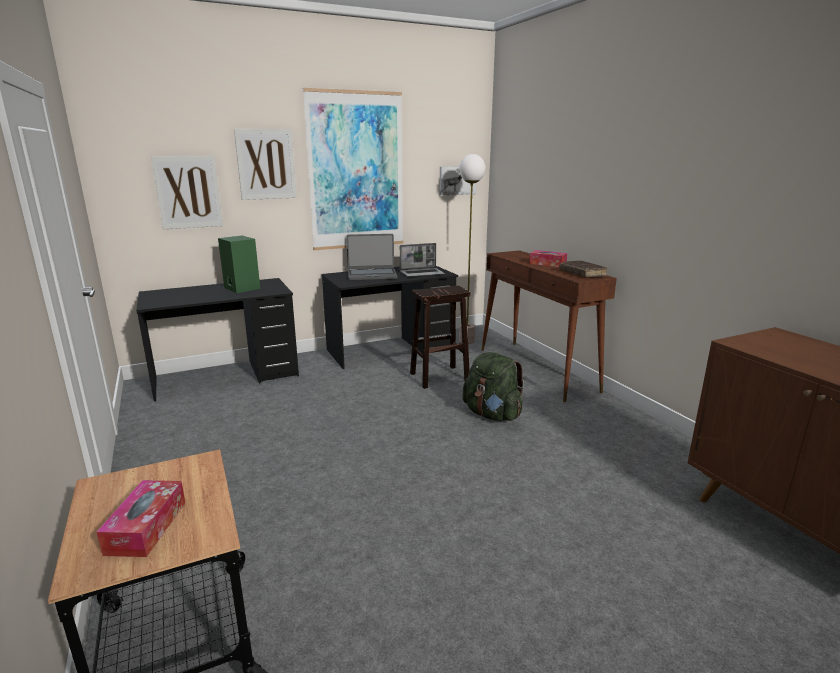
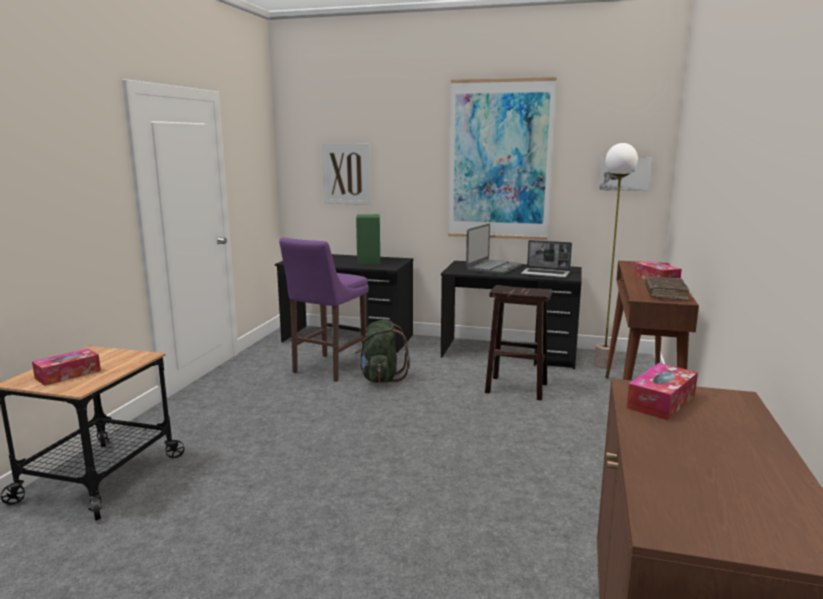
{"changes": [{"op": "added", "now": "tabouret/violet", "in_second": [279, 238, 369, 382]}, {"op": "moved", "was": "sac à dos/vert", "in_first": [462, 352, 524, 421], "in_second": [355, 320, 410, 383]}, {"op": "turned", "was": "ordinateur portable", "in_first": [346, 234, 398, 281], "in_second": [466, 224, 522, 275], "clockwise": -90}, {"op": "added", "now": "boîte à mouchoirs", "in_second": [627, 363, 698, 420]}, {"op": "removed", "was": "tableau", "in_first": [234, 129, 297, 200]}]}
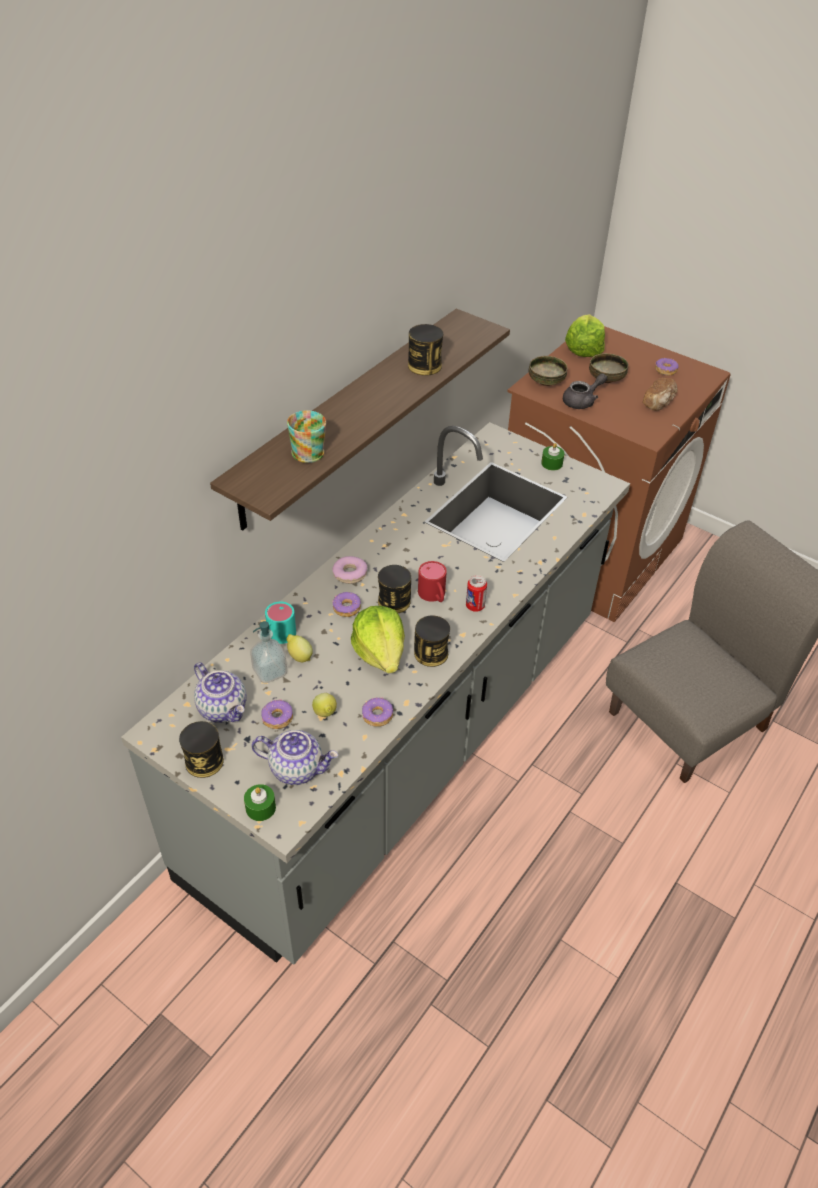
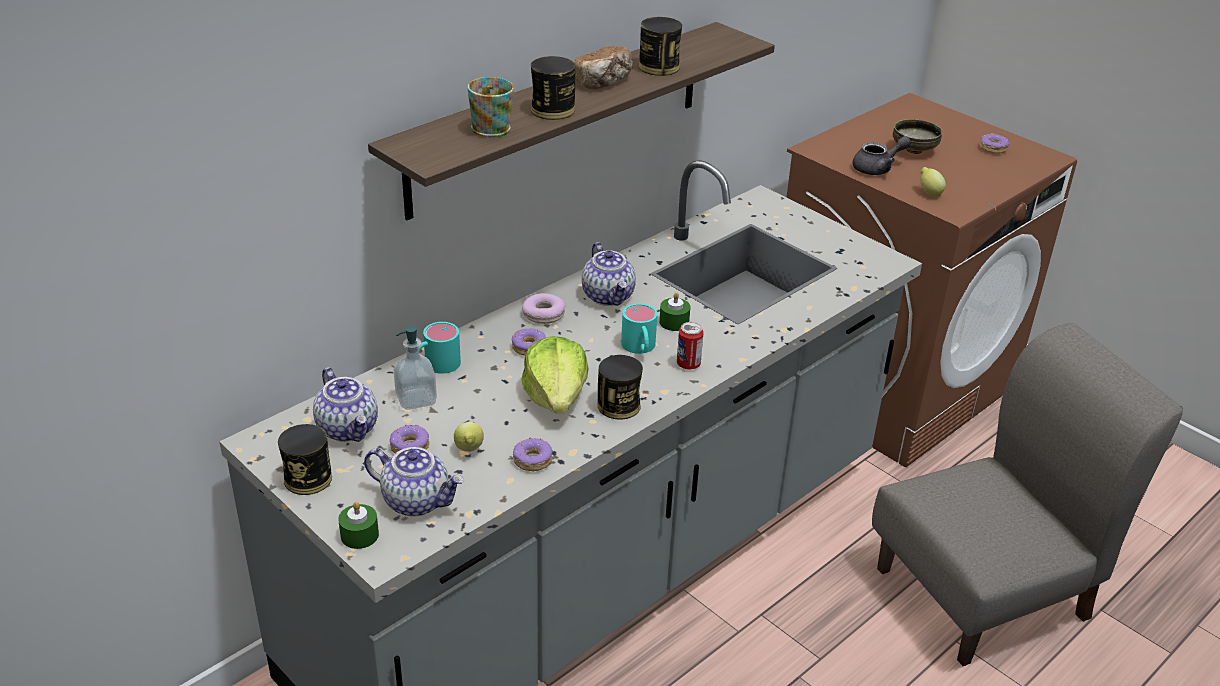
{"changes": [{"op": "moved", "was": "boîte métallique", "in_first": [378, 565, 411, 613], "in_second": [531, 56, 575, 120]}, {"op": "moved", "was": "pain", "in_first": [643, 378, 678, 411], "in_second": [574, 46, 633, 89]}, {"op": "added", "now": "théière", "in_second": [582, 242, 636, 306]}, {"op": "recoloured", "was": "mug/rouge", "now": "mug/turquoise", "in_first": [418, 561, 447, 602], "in_second": [621, 303, 657, 354]}, {"op": "moved", "was": "bougie/vert", "in_first": [541, 443, 565, 471], "in_second": [659, 292, 690, 331]}, {"op": "moved", "was": "citron", "in_first": [286, 634, 313, 662], "in_second": [920, 167, 946, 197]}, {"op": "removed", "was": "bol", "in_first": [528, 356, 568, 386]}, {"op": "removed", "was": "laitue", "in_first": [565, 314, 605, 357]}]}
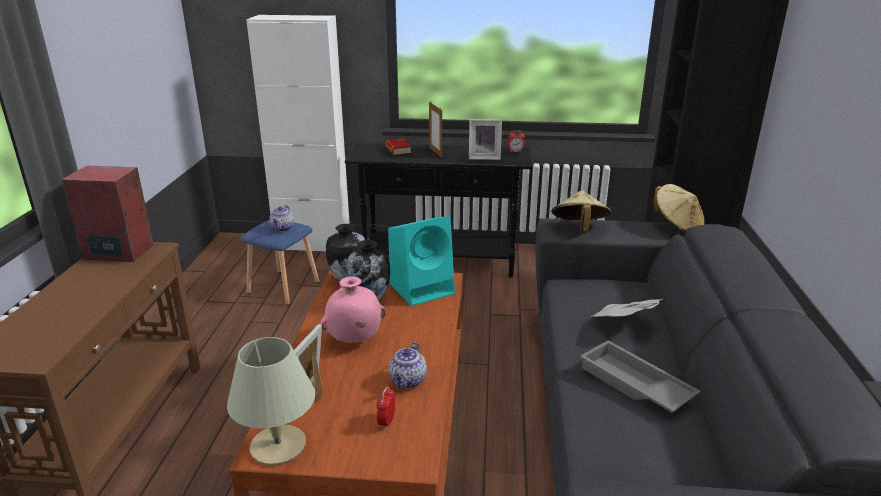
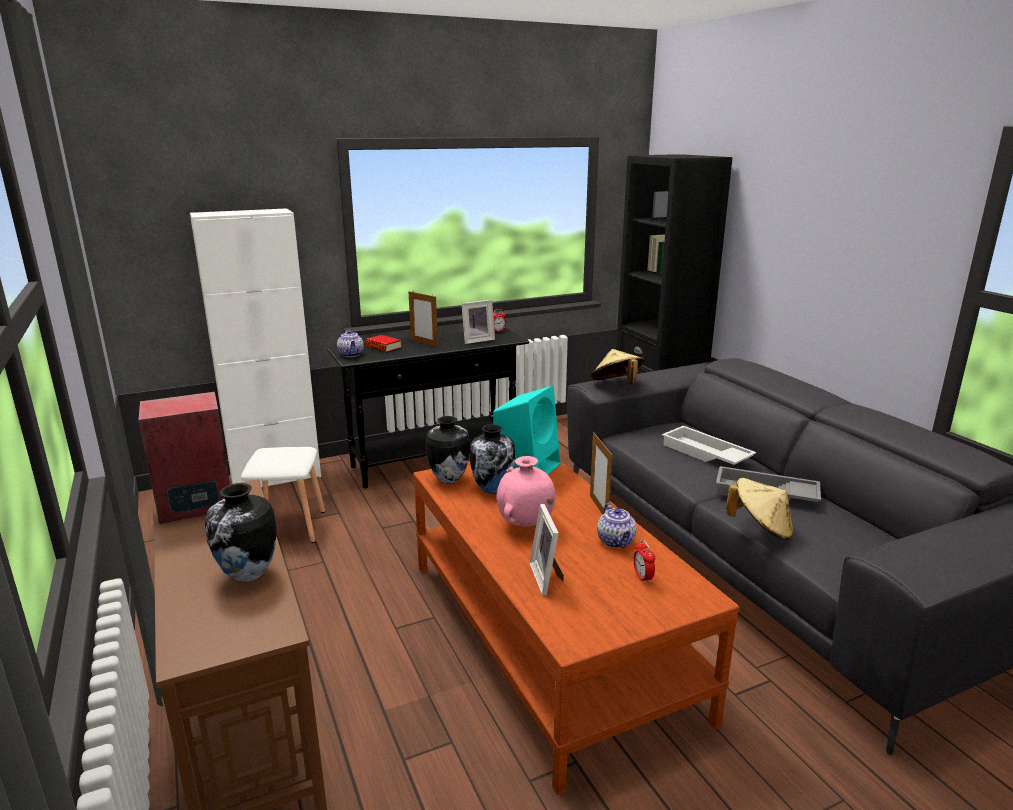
{"changes": [{"op": "added", "now": "vase", "in_second": [205, 483, 276, 582]}, {"op": "recoloured", "was": "tabouret/bleu", "now": "tabouret/blanc", "in_first": [240, 220, 319, 306], "in_second": [241, 447, 325, 543]}, {"op": "moved", "was": "théière", "in_first": [269, 205, 294, 232], "in_second": [337, 330, 364, 357]}, {"op": "added", "now": "cadre photo", "in_second": [590, 432, 612, 515]}, {"op": "replaced", "was": "journal", "now": "plateau/blanc", "in_first": [590, 299, 663, 317], "in_second": [662, 426, 756, 465]}, {"op": "moved", "was": "chapeau/beige", "in_first": [654, 184, 705, 232], "in_second": [726, 478, 793, 540]}, {"op": "removed", "was": "lampe de table/beige", "in_first": [227, 337, 315, 466]}]}
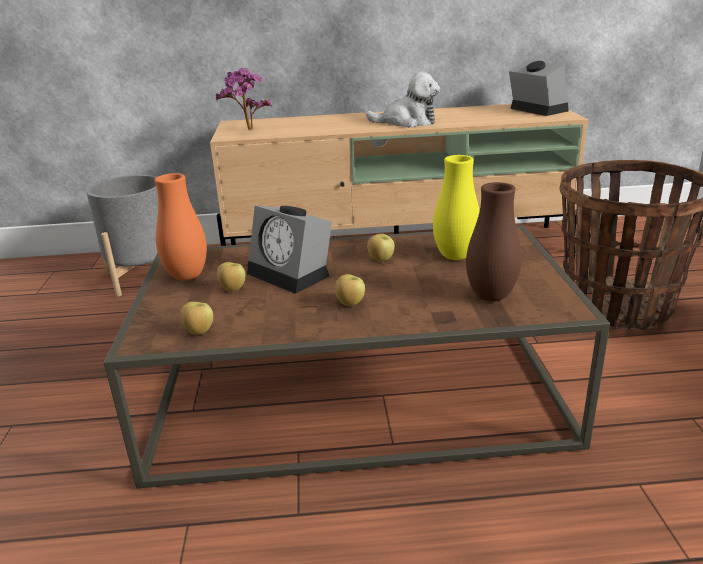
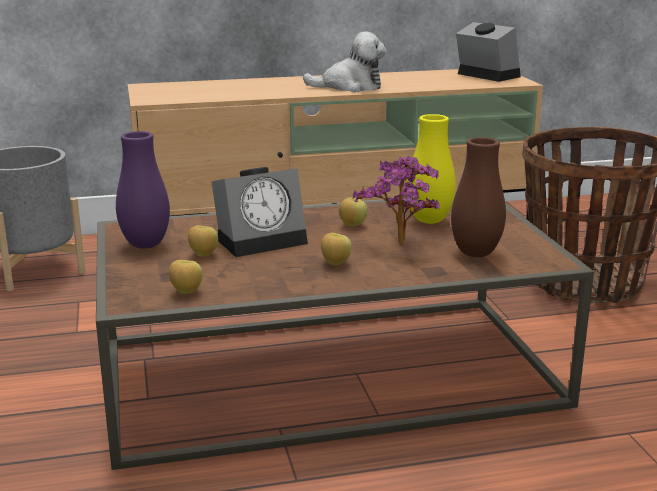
{"changes": [{"op": "recoloured", "was": "vase/orange", "now": "vase/violet", "in_first": [155, 173, 207, 281], "in_second": [116, 131, 170, 249]}, {"op": "turned", "was": "réveil", "in_first": [247, 206, 332, 294], "in_second": [211, 167, 308, 257], "clockwise": -60}, {"op": "moved", "was": "plante en pot", "in_first": [215, 68, 273, 130], "in_second": [353, 156, 440, 244]}]}
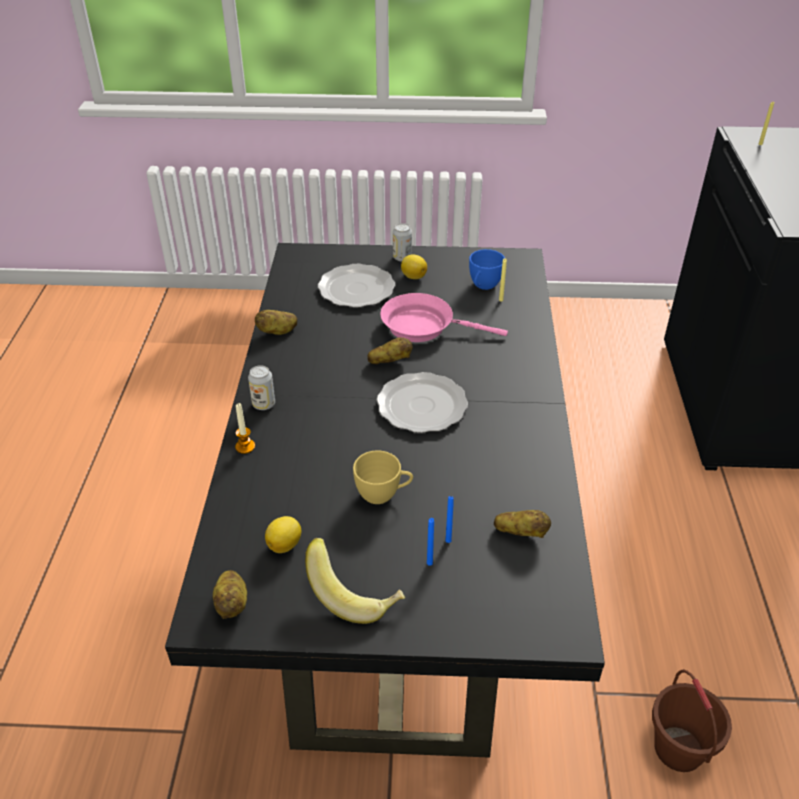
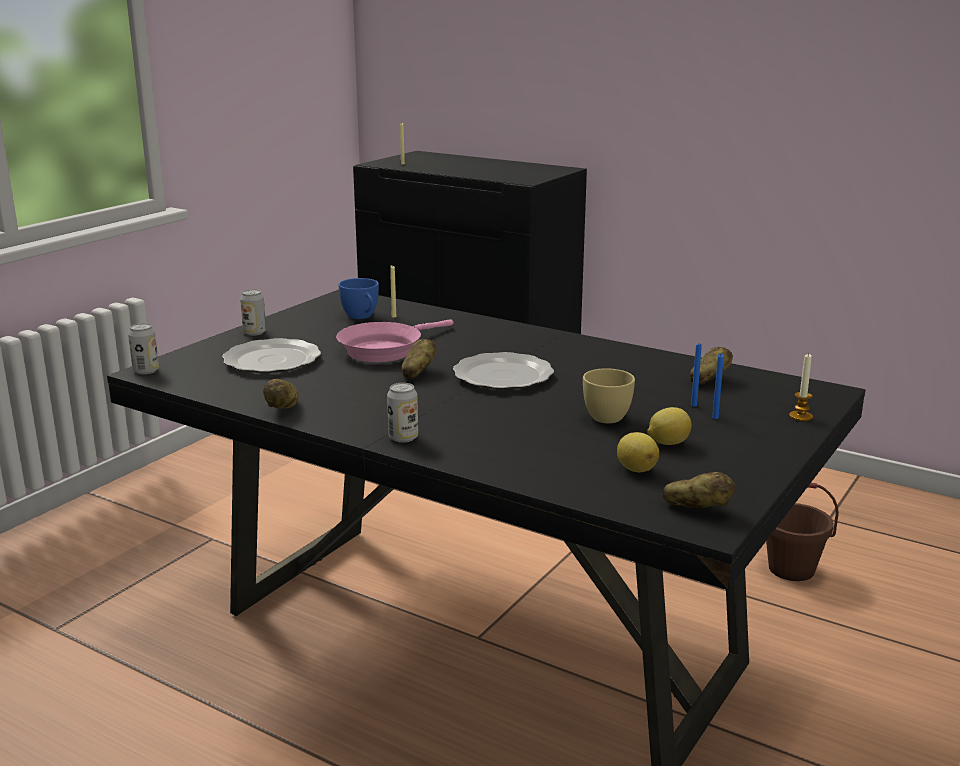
{"changes": [{"op": "added", "now": "boîte métallique", "in_second": [128, 323, 159, 375]}, {"op": "moved", "was": "citron", "in_first": [401, 254, 427, 279], "in_second": [647, 407, 692, 445]}, {"op": "moved", "was": "bougie", "in_first": [235, 403, 255, 454], "in_second": [789, 353, 813, 421]}, {"op": "removed", "was": "banane", "in_first": [305, 538, 405, 624]}]}
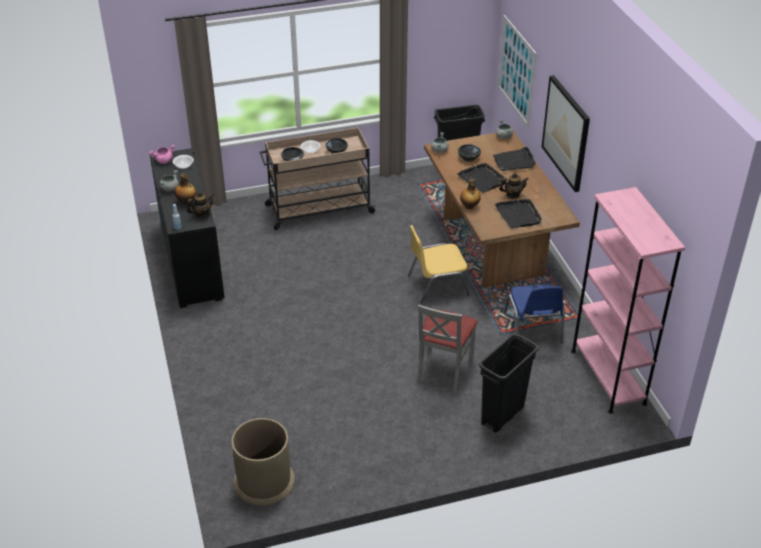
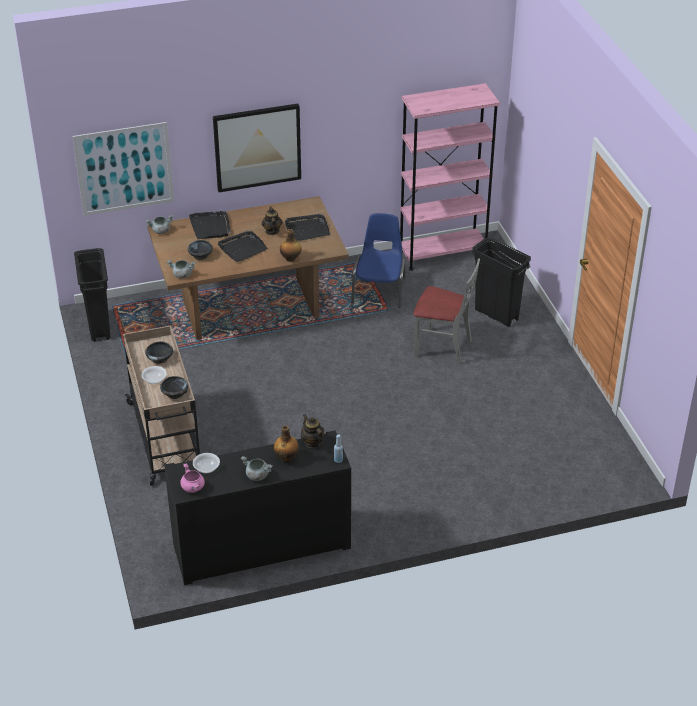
{"changes": [{"op": "turned", "was": "chaise/bleu", "in_first": [504, 284, 565, 343], "in_second": [351, 213, 405, 308], "clockwise": -75}, {"op": "removed", "was": "poubelle/marron", "in_first": [231, 418, 295, 506]}, {"op": "removed", "was": "chaise/jaune", "in_first": [408, 225, 470, 304]}]}
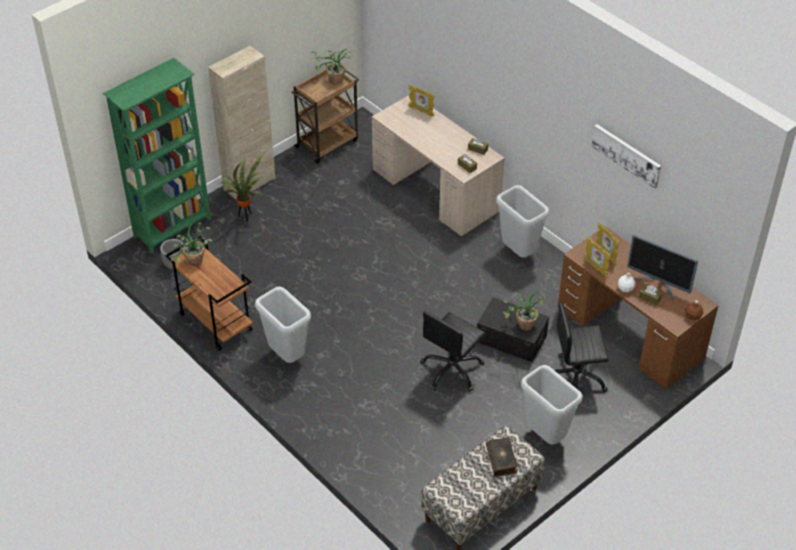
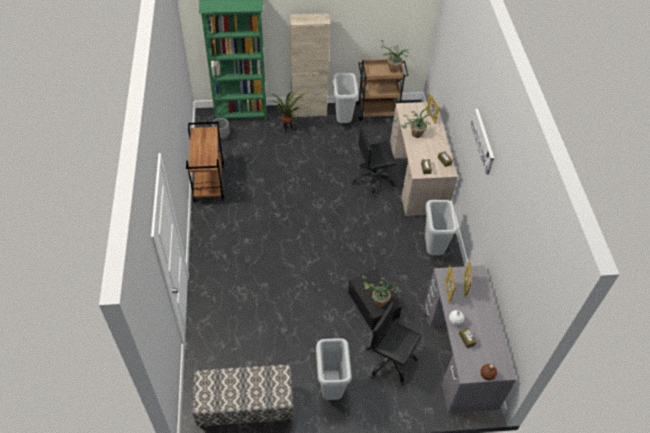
{"changes": [{"op": "moved", "was": "poubelle/gris", "in_first": [255, 287, 311, 363], "in_second": [332, 73, 359, 123]}, {"op": "moved", "was": "chaise de bureau/noir", "in_first": [420, 311, 486, 392], "in_second": [352, 127, 397, 196]}, {"op": "moved", "was": "plante en pot", "in_first": [171, 223, 213, 266], "in_second": [401, 108, 434, 138]}, {"op": "recoloured", "was": "bureau/marron", "now": "bureau/gris", "in_first": [558, 226, 719, 389], "in_second": [425, 265, 516, 413]}, {"op": "moved", "was": "tableau", "in_first": [592, 124, 661, 189], "in_second": [471, 109, 494, 175]}, {"op": "removed", "was": "livre", "in_first": [486, 437, 517, 477]}, {"op": "removed", "was": "écran d'ordinateur", "in_first": [627, 234, 698, 300]}]}
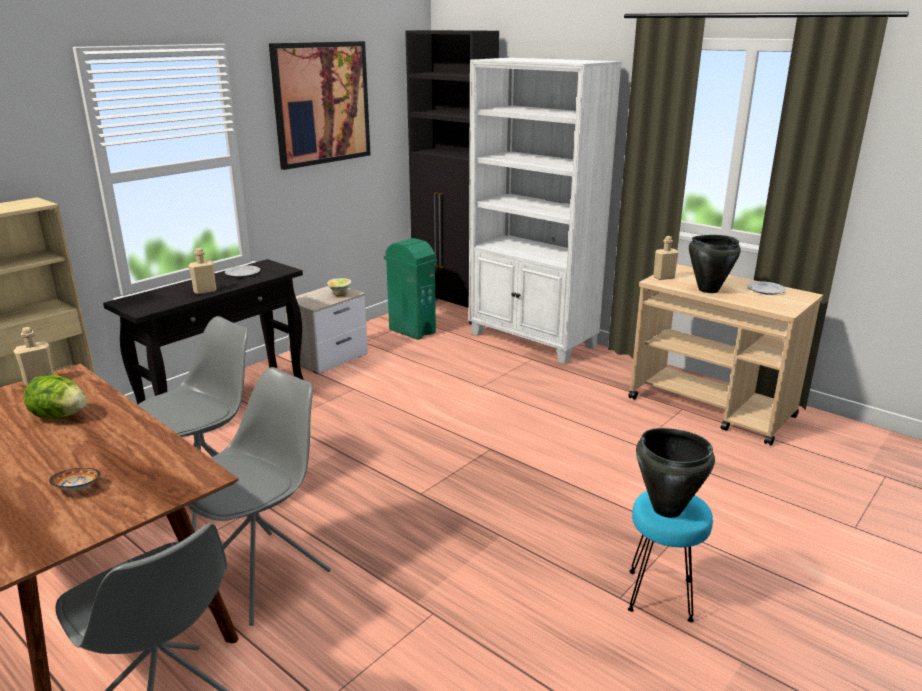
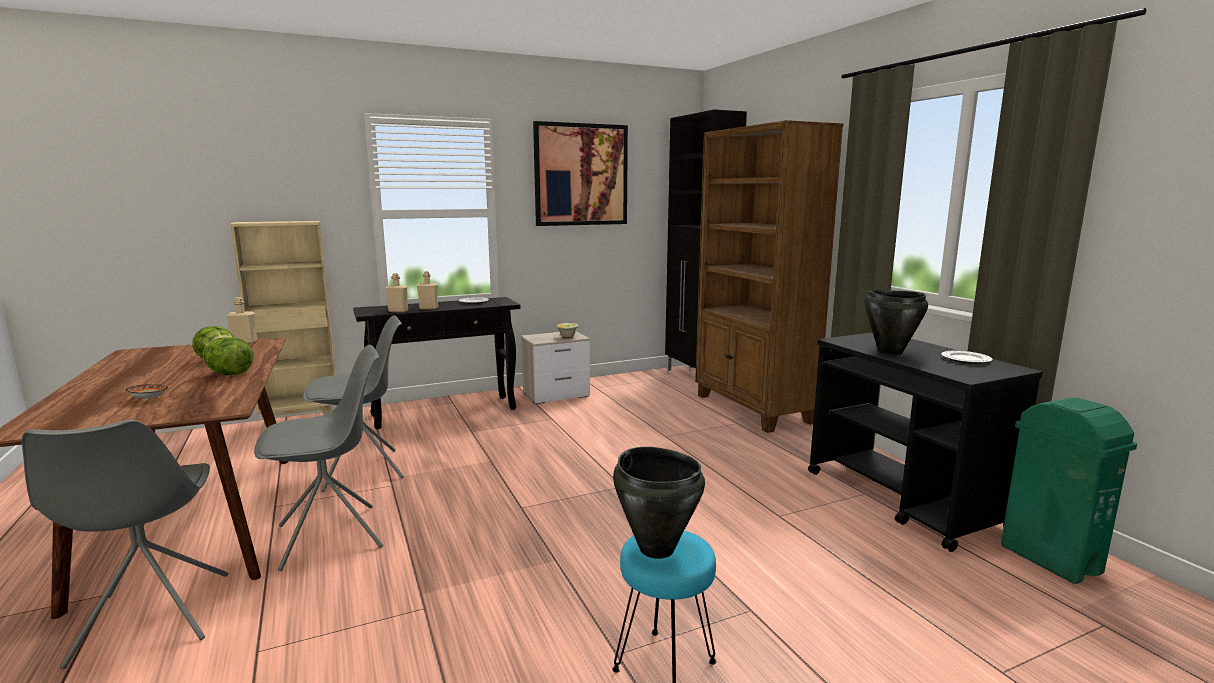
{"changes": [{"op": "added", "now": "laitue", "in_second": [203, 337, 254, 375]}, {"op": "moved", "was": "bouteille/beige", "in_first": [653, 236, 679, 280], "in_second": [386, 273, 408, 312]}, {"op": "recoloured", "was": "bibliothèque/blanc", "now": "bibliothèque/marron", "in_first": [469, 58, 622, 364], "in_second": [695, 120, 843, 433]}, {"op": "recoloured", "was": "chariot/beige", "now": "chariot/noir", "in_first": [628, 264, 823, 446], "in_second": [808, 332, 1043, 552]}, {"op": "moved", "was": "poubelle/vert", "in_first": [384, 238, 437, 340], "in_second": [1001, 398, 1137, 584]}]}
